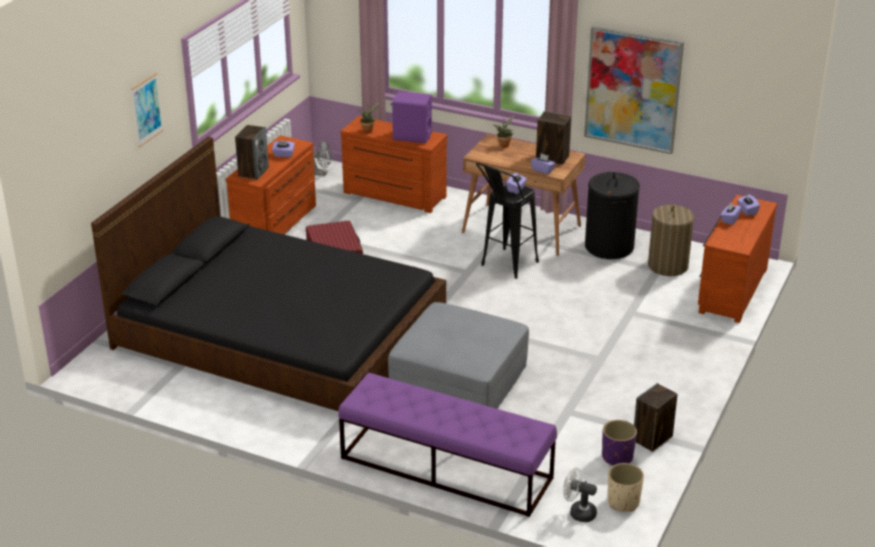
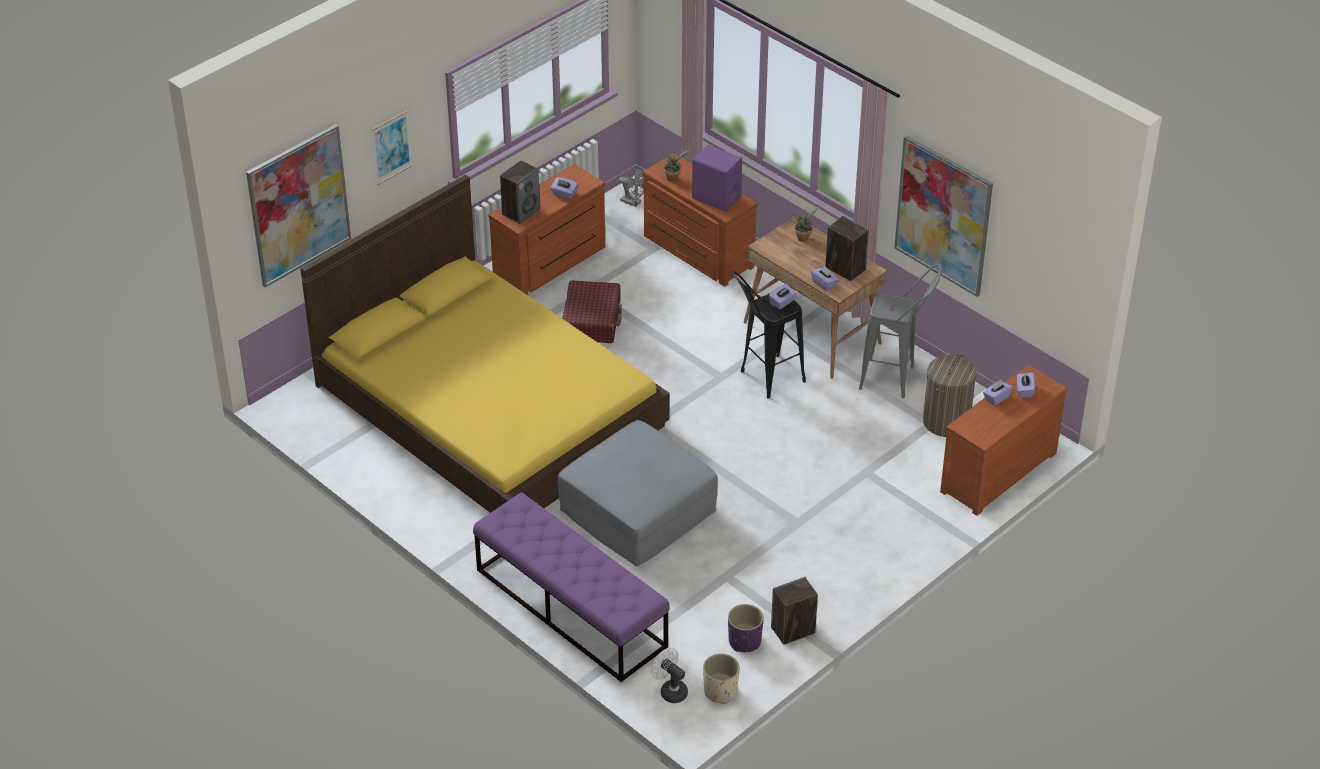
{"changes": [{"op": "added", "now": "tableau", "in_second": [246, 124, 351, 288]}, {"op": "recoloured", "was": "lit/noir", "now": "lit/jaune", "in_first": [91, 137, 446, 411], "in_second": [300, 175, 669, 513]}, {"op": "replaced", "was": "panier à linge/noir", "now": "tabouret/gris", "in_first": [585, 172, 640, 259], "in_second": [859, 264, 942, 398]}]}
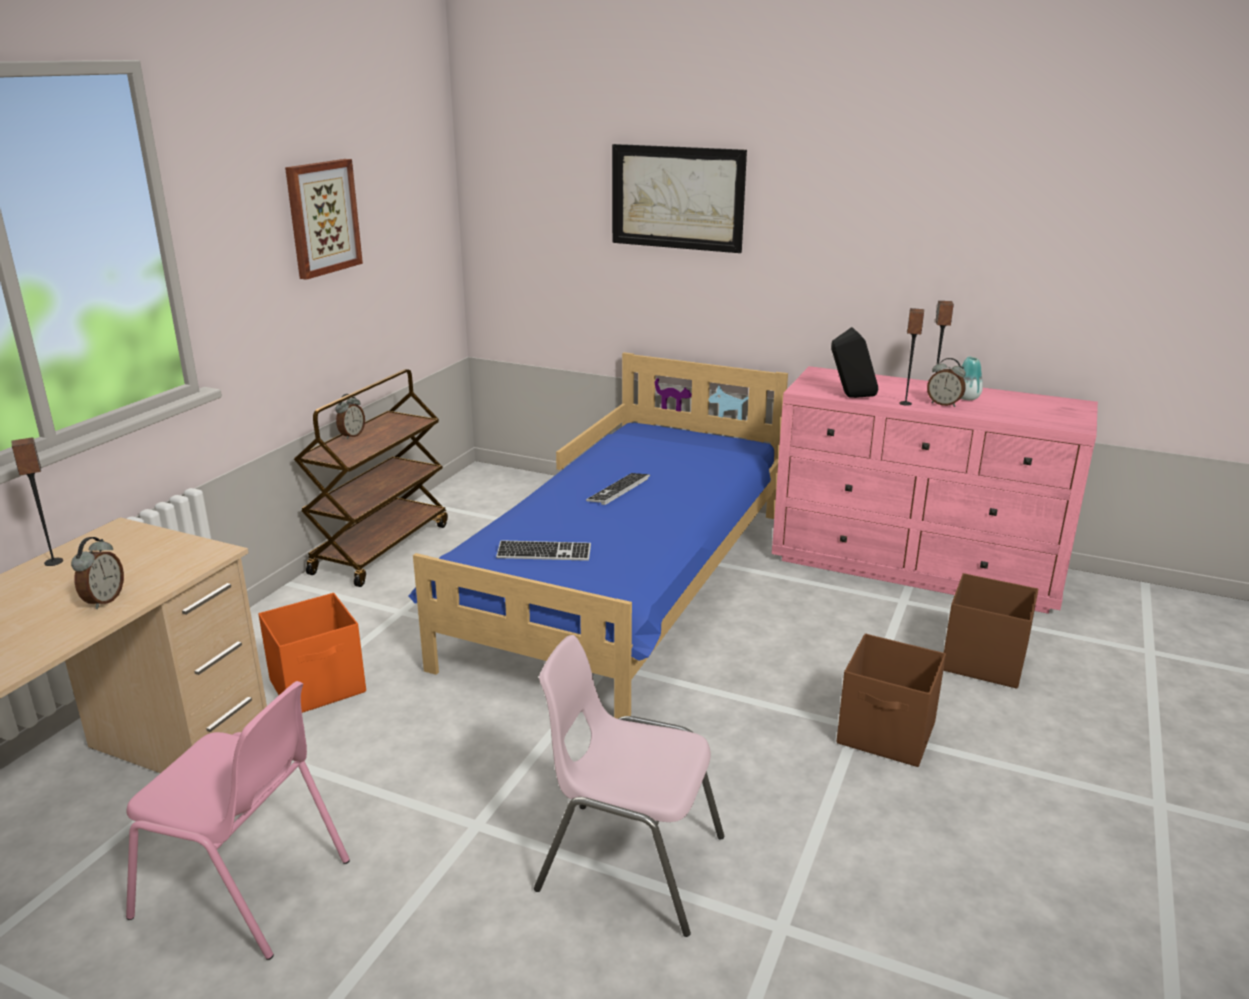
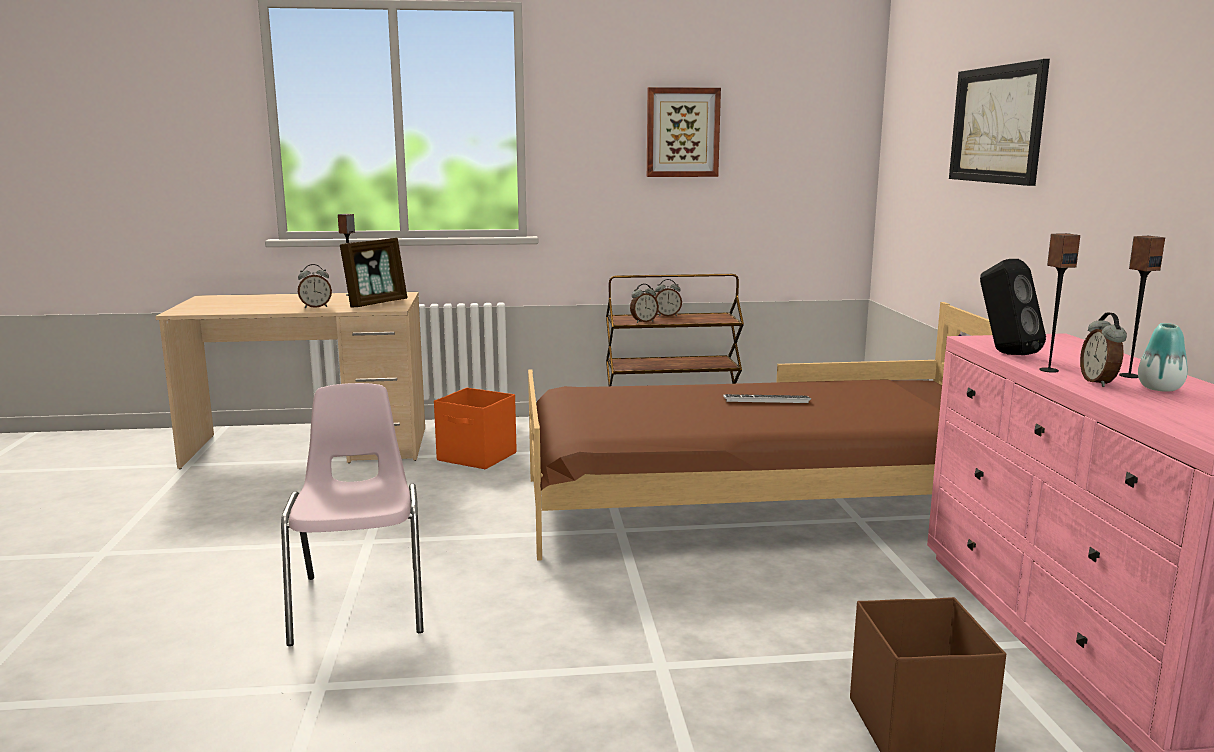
{"changes": [{"op": "added", "now": "cadre photo", "in_second": [340, 238, 407, 308]}, {"op": "recoloured", "was": "lit/bleu", "now": "lit/marron", "in_first": [409, 352, 788, 719], "in_second": [528, 302, 992, 561]}, {"op": "added", "now": "réveil", "in_second": [630, 284, 659, 323]}, {"op": "removed", "was": "chaise/rose", "in_first": [126, 681, 350, 960]}, {"op": "removed", "was": "clavier", "in_first": [496, 540, 591, 561]}, {"op": "removed", "was": "boîte de rangement/marron", "in_first": [837, 633, 946, 767]}]}
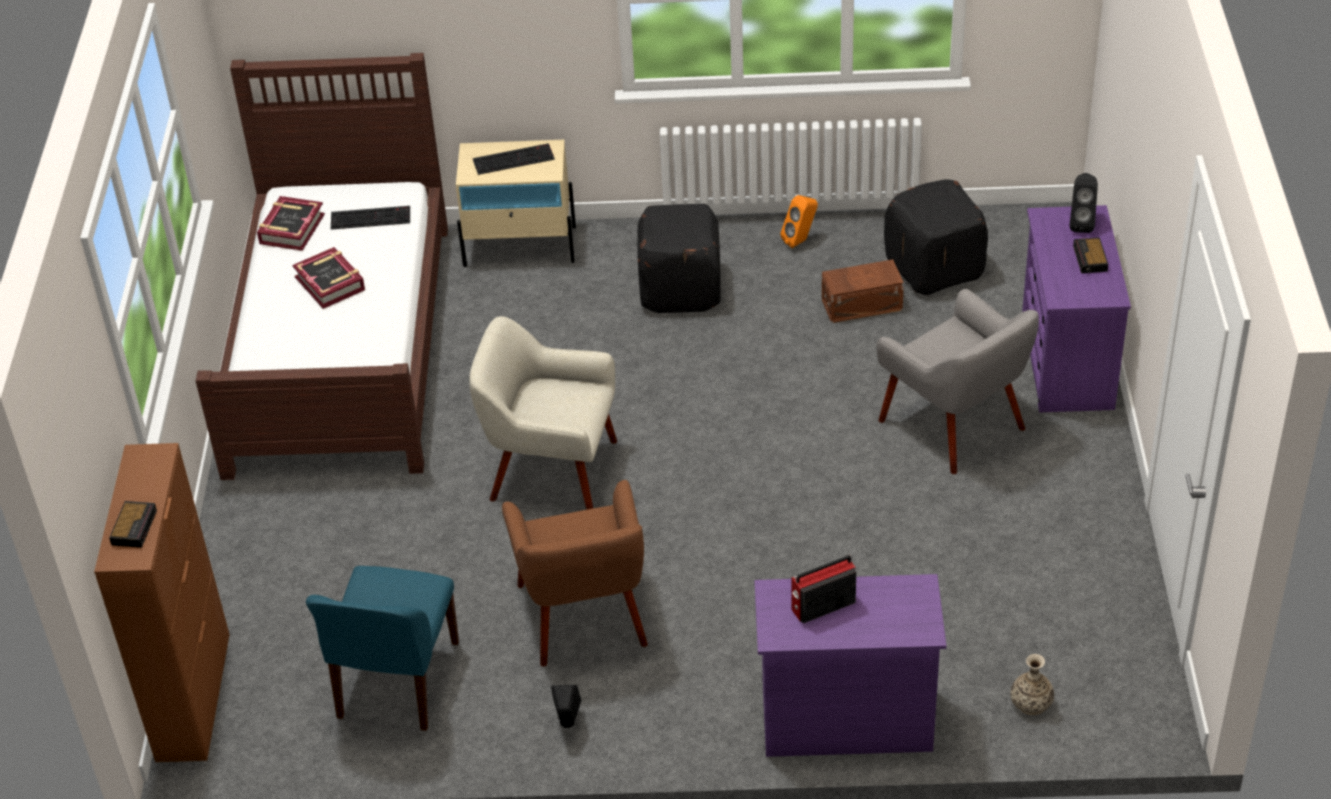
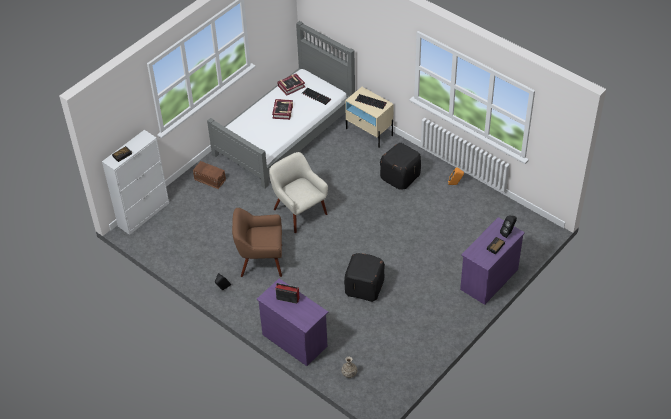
{"changes": [{"op": "recoloured", "was": "meuble de rangement/marron", "now": "meuble de rangement/blanc", "in_first": [94, 443, 230, 762], "in_second": [102, 130, 169, 235]}, {"op": "moved", "was": "boîte de rangement/marron", "in_first": [822, 259, 904, 323], "in_second": [193, 161, 226, 189]}, {"op": "recoloured", "was": "lit/marron", "now": "lit/gris", "in_first": [196, 53, 448, 480], "in_second": [207, 21, 355, 188]}, {"op": "turned", "was": "fauteuil/marron", "in_first": [502, 480, 648, 667], "in_second": [232, 208, 282, 277], "clockwise": 60}, {"op": "moved", "was": "pouf/noir", "in_first": [884, 179, 988, 295], "in_second": [344, 253, 385, 302]}, {"op": "removed", "was": "chaise/bleu", "in_first": [306, 566, 459, 731]}, {"op": "removed", "was": "fauteuil/gris", "in_first": [876, 289, 1039, 474]}]}
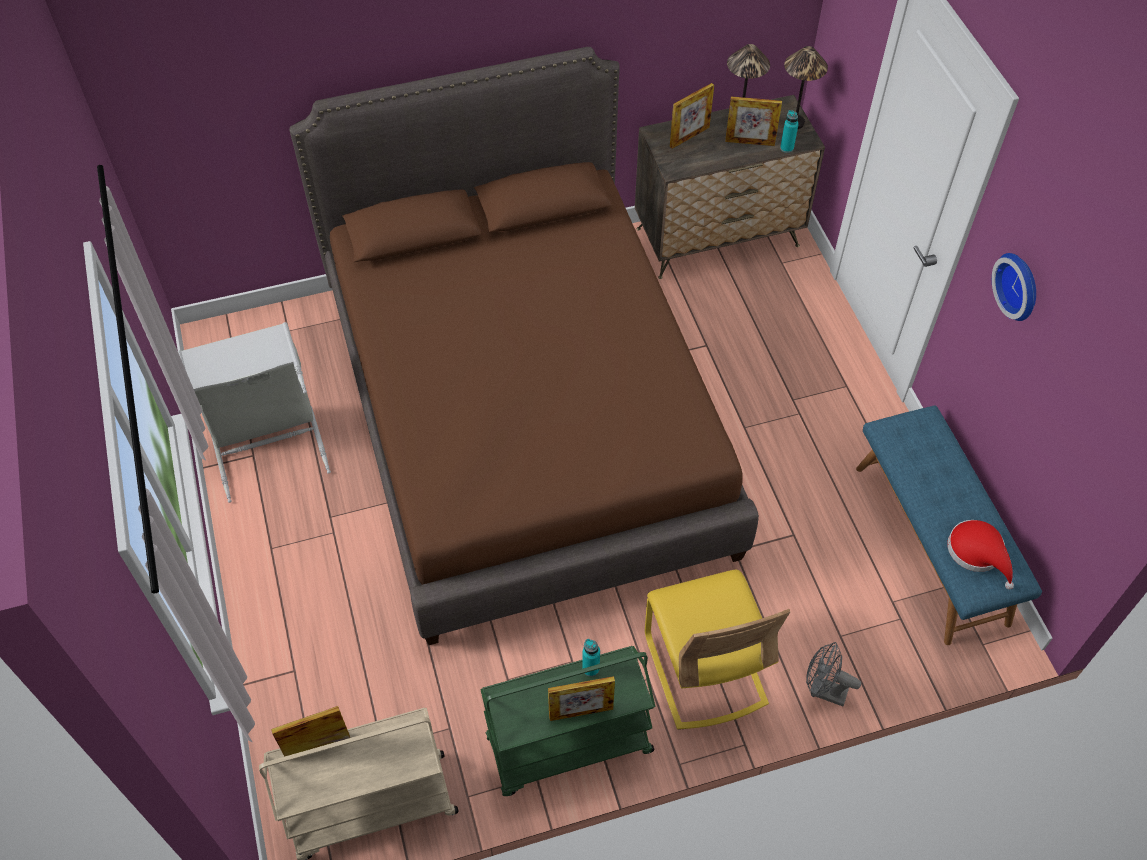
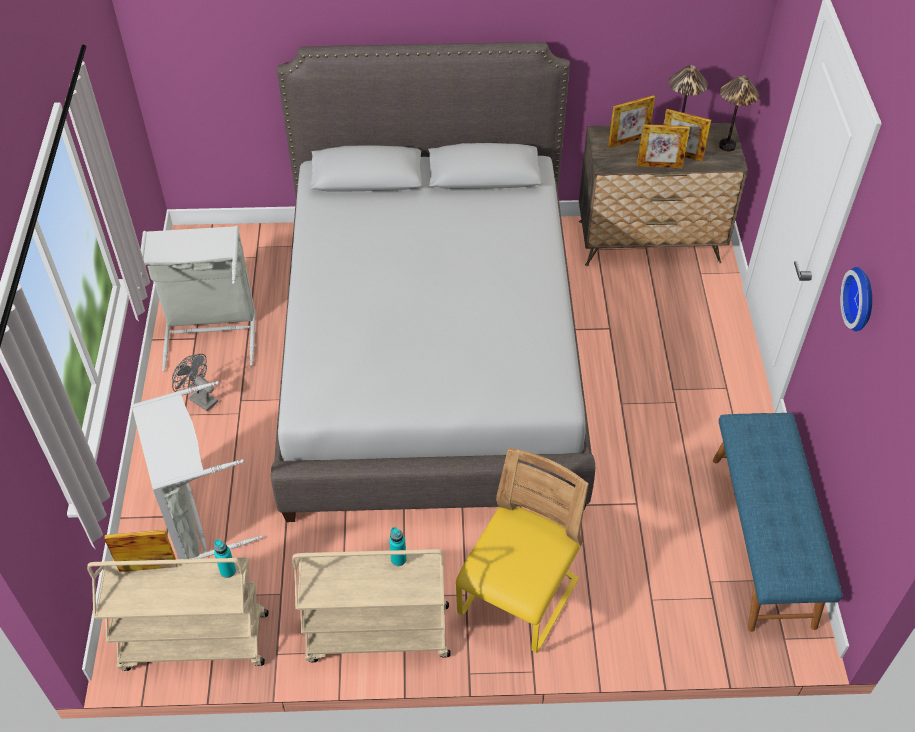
{"changes": [{"op": "added", "now": "panier à linge/gris", "in_second": [131, 381, 263, 559]}, {"op": "moved", "was": "ventilateur/gris", "in_first": [806, 642, 861, 706], "in_second": [172, 354, 218, 412]}, {"op": "moved", "was": "bouteille/turquoise", "in_first": [780, 110, 799, 153], "in_second": [214, 539, 236, 578]}, {"op": "recoloured", "was": "lit/marron", "now": "lit/gris", "in_first": [289, 47, 759, 645], "in_second": [271, 42, 595, 522]}, {"op": "recoloured", "was": "chariot/vert", "now": "chariot/beige", "in_first": [480, 646, 656, 796], "in_second": [292, 549, 451, 662]}, {"op": "turned", "was": "chaise/jaune", "in_first": [645, 569, 790, 730], "in_second": [456, 448, 589, 653], "clockwise": -150}, {"op": "moved", "was": "cadre photo", "in_first": [548, 676, 615, 721], "in_second": [637, 124, 690, 168]}, {"op": "removed", "was": "chapeau/rouge", "in_first": [947, 520, 1014, 590]}]}
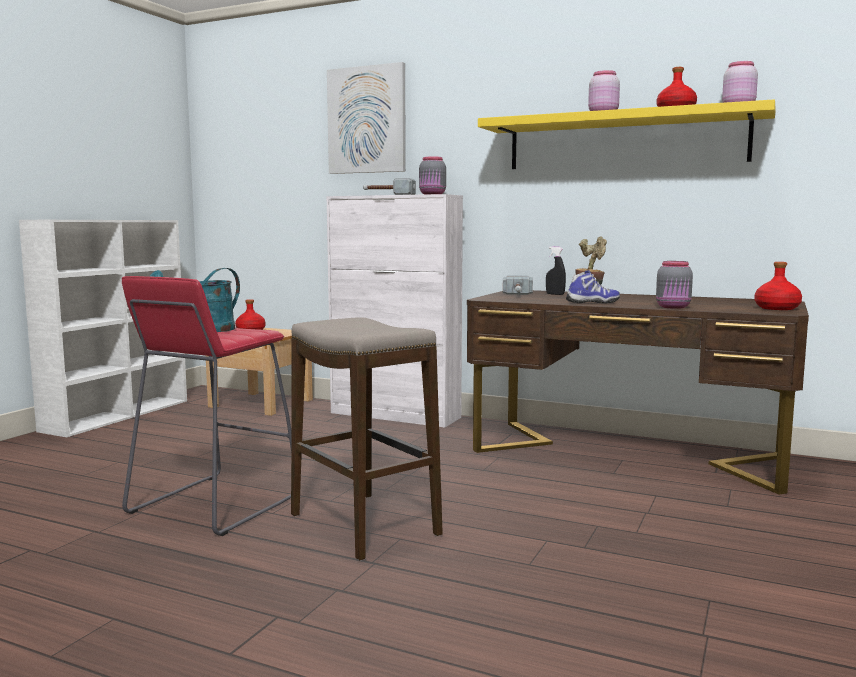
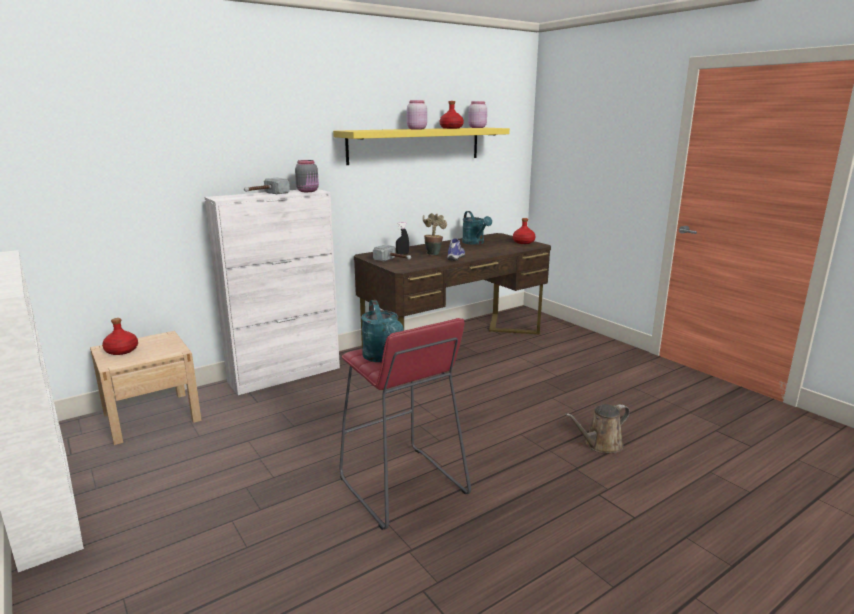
{"changes": [{"op": "added", "now": "arrosoir/turquoise", "in_second": [462, 211, 492, 245]}, {"op": "added", "now": "arrosoir/marron", "in_second": [565, 404, 630, 453]}, {"op": "removed", "was": "tabouret", "in_first": [291, 317, 443, 561]}, {"op": "removed", "was": "tableau", "in_first": [327, 62, 406, 174]}, {"op": "removed", "was": "bocal/gris", "in_first": [656, 261, 693, 309]}]}
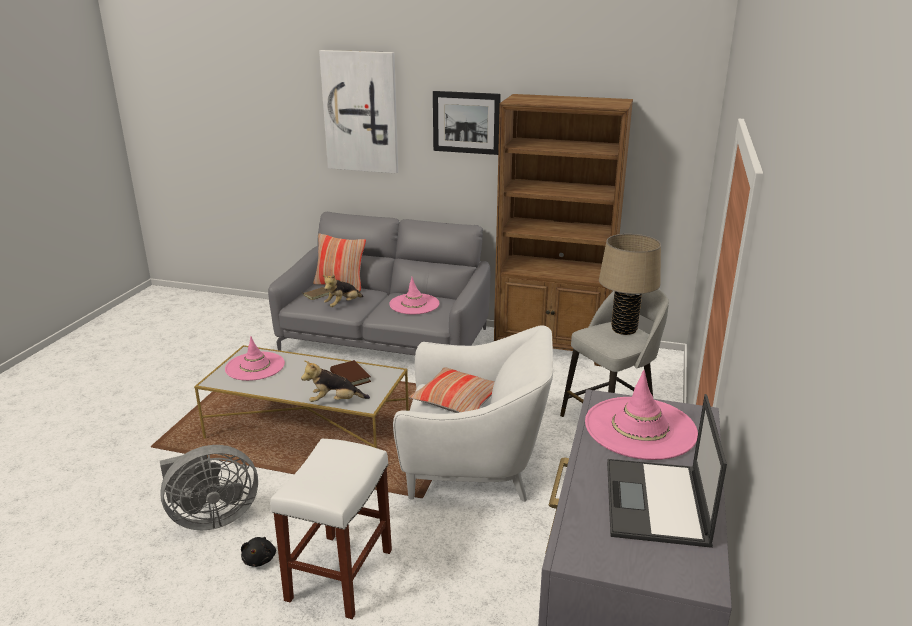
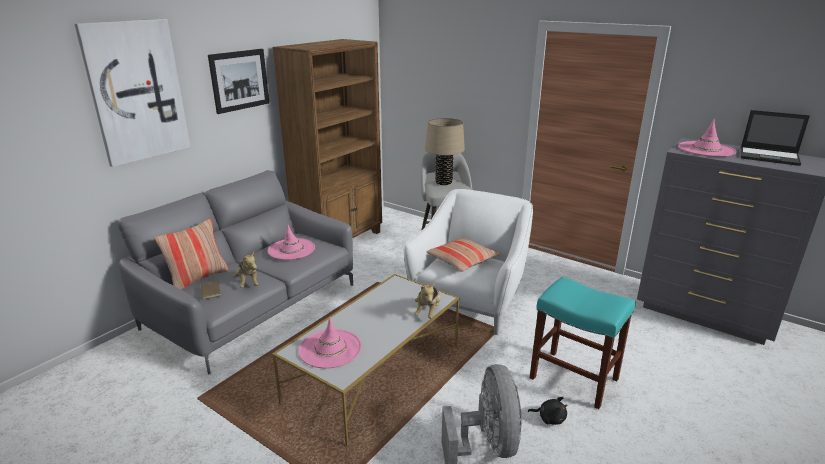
{"changes": [{"op": "recoloured", "was": "tabouret/blanc", "now": "tabouret/turquoise", "in_first": [270, 438, 392, 619], "in_second": [530, 277, 636, 409]}, {"op": "removed", "was": "livre/marron", "in_first": [330, 360, 371, 386]}]}
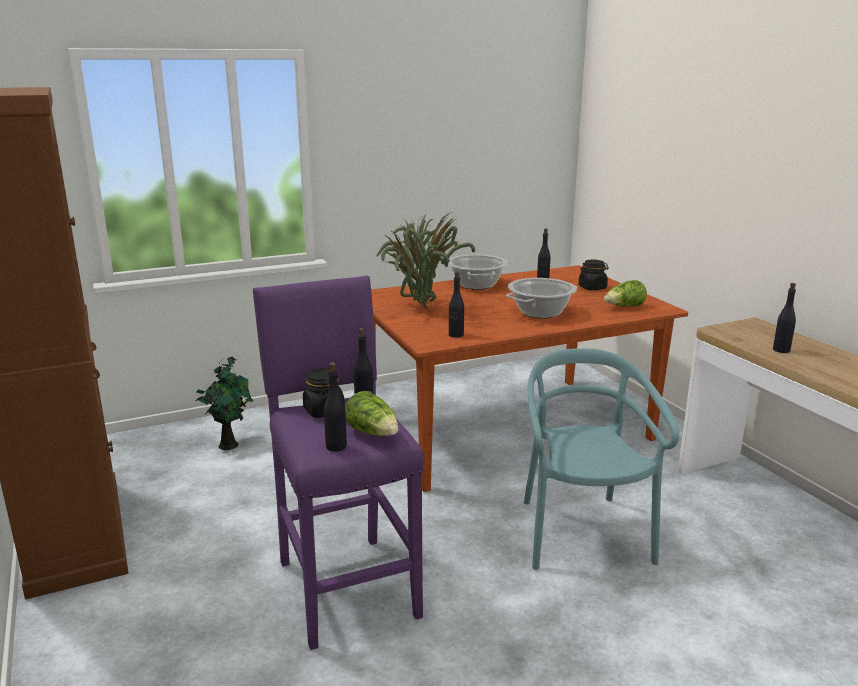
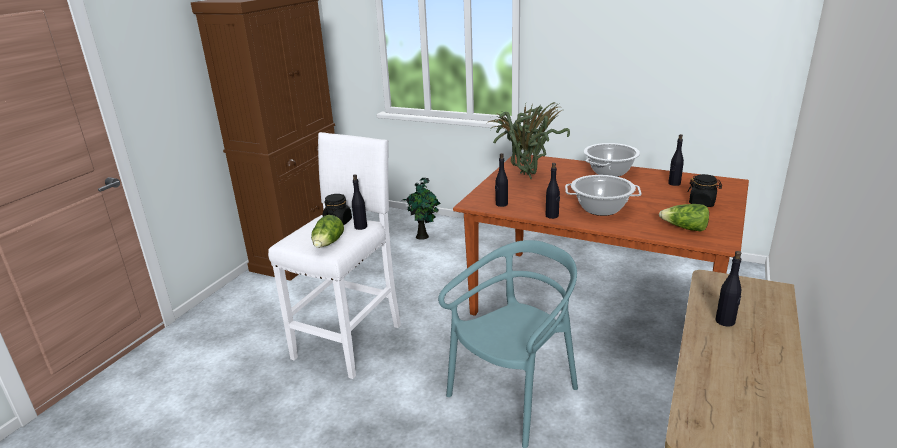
{"changes": [{"op": "recoloured", "was": "tabouret/violet", "now": "tabouret/blanc", "in_first": [253, 275, 424, 650], "in_second": [268, 132, 401, 379]}, {"op": "moved", "was": "bouteille/noir", "in_first": [324, 362, 347, 452], "in_second": [546, 163, 560, 219]}]}
